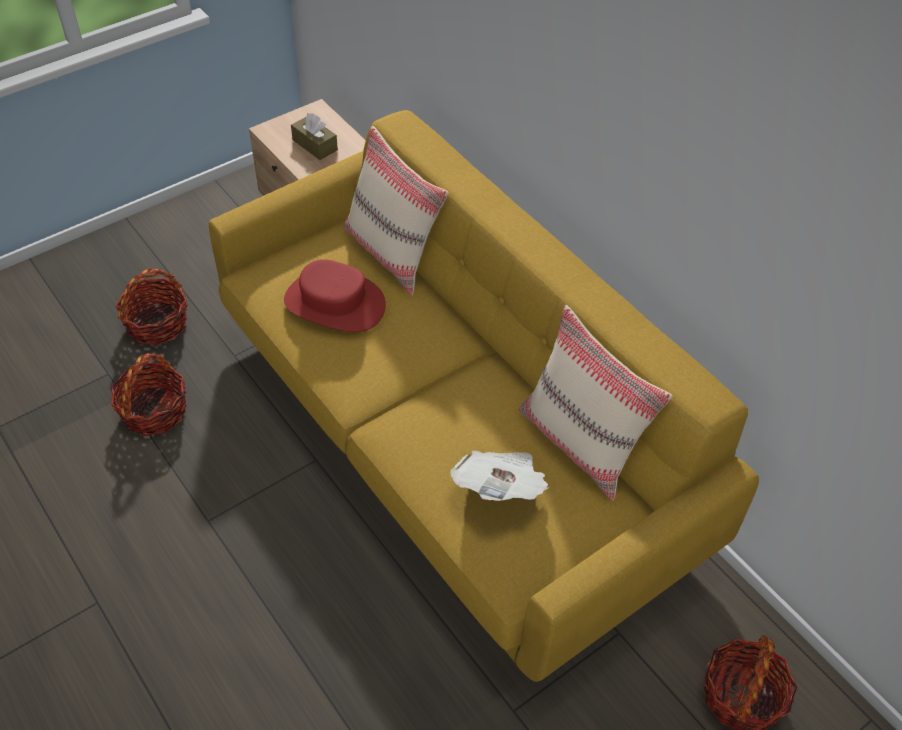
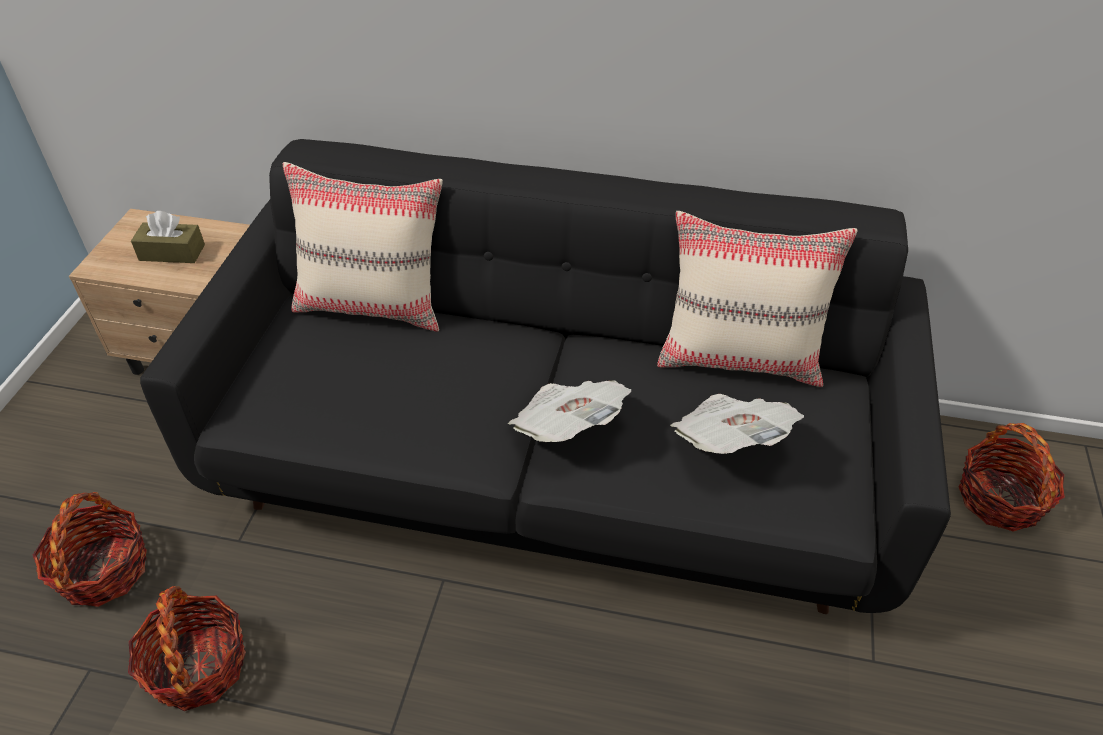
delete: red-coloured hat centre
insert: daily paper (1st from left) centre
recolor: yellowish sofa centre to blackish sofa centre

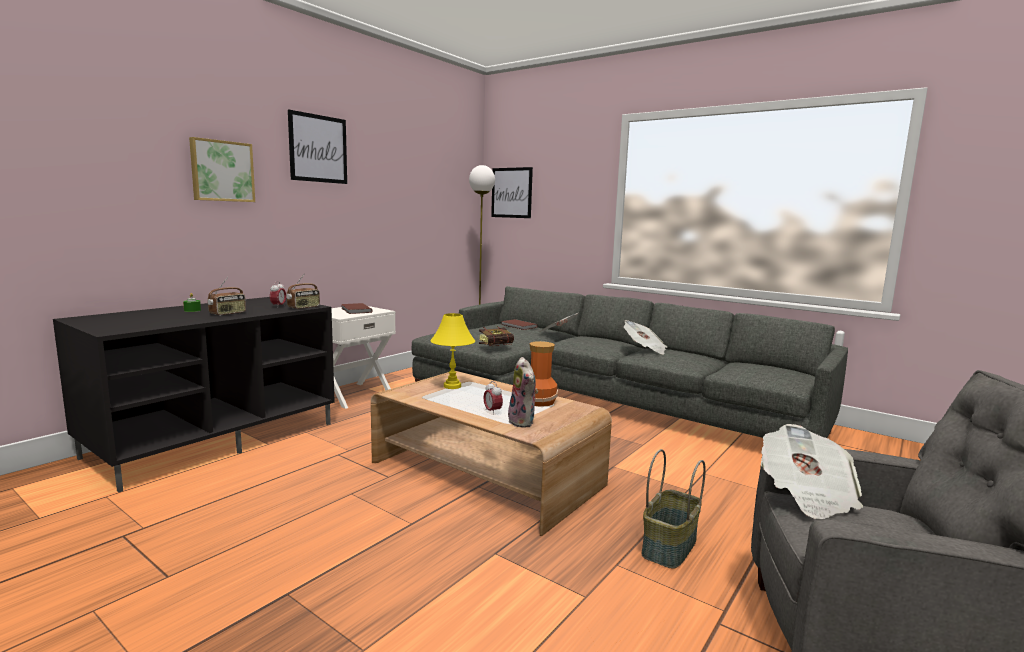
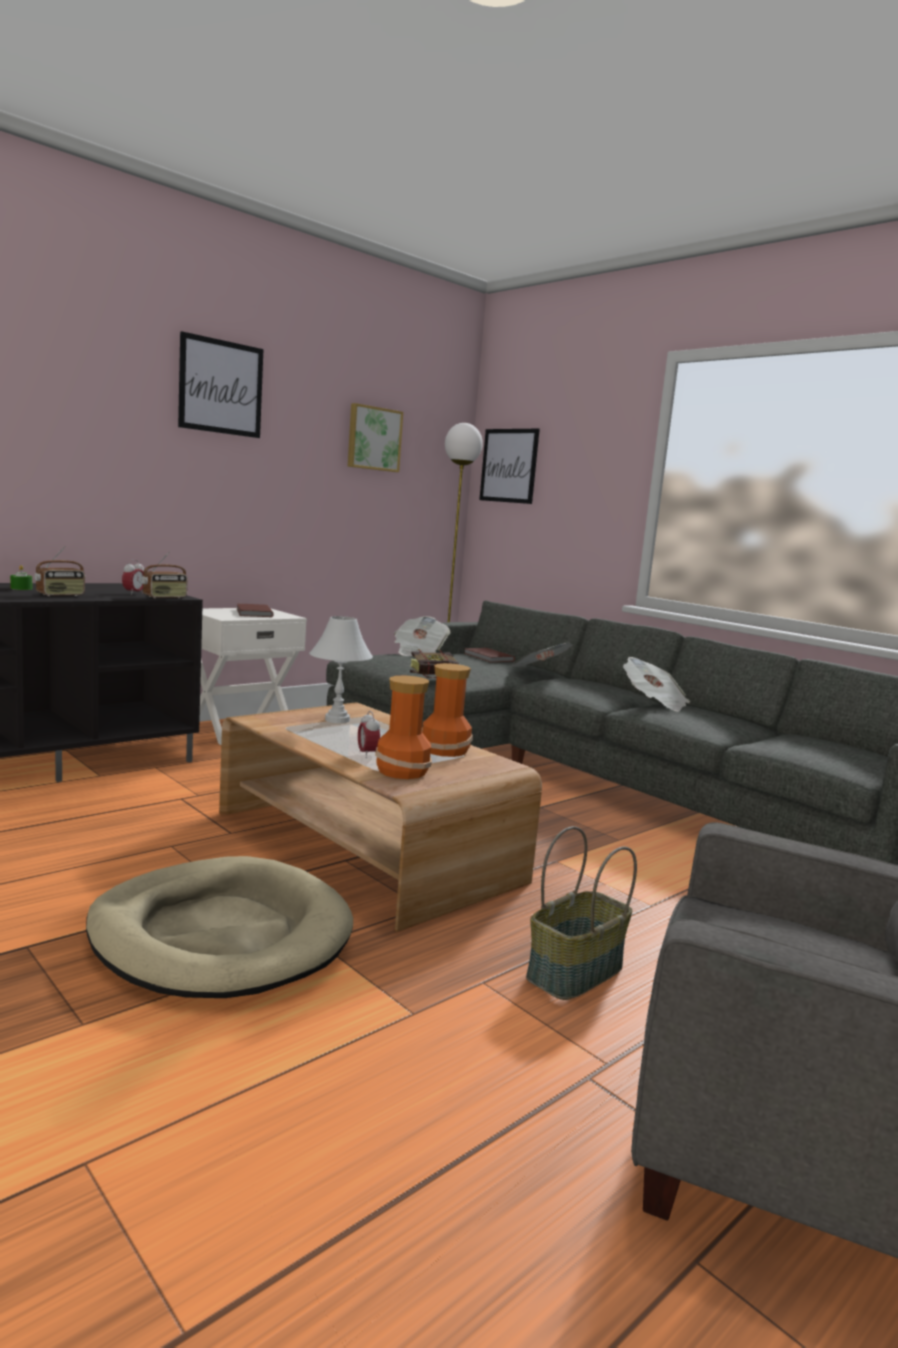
insert: beige dog bed bottom left
move: wall picture (1st from left in the first image) top left to wall picture (2nd from left) top centre; daily paper (3rd from left in the first image) bottom right to daily paper (1st from left) centre
replace: plush toy centre to flower vase (1st from left) centre
recolor: yellowish table lamp centre to white-coloured table lamp centre

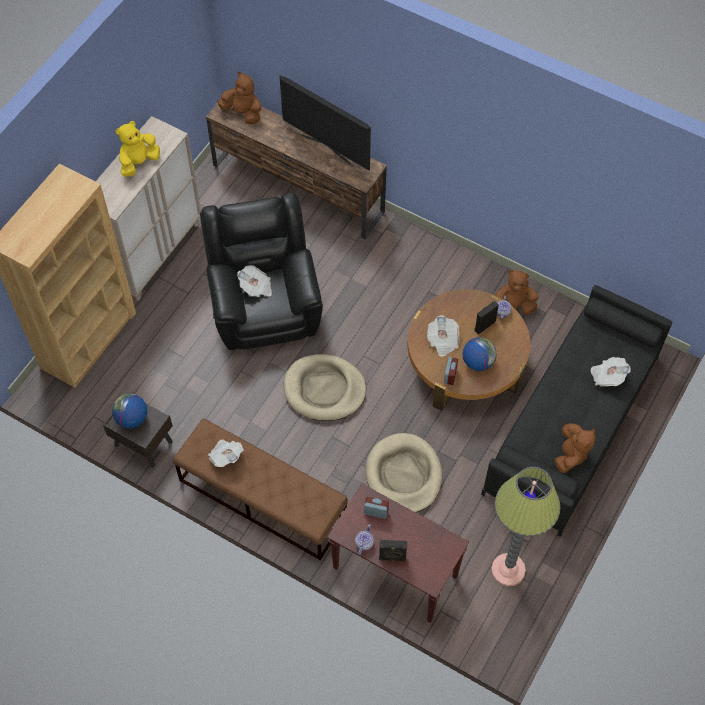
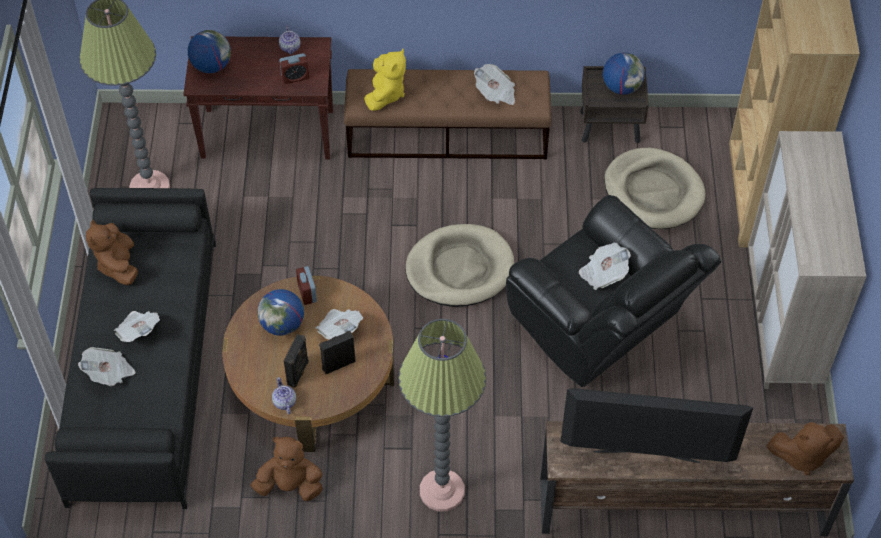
insert: globe (1st from left) top left; daily paper (2nd from left) middle left; standard lamp (2nd from left) bottom centre
move: yellowish plush toy top left to top centre; beige dog bed (2nd from left) bottom centre to middle right; blackish loudspeaker (1st from left in the first image) bottom centre to blackish loudspeaker (2nd from left) centre
rotate: brown-coloured plush toy (2nd from left) middle right = bottom left 150 degrees counterclockwise

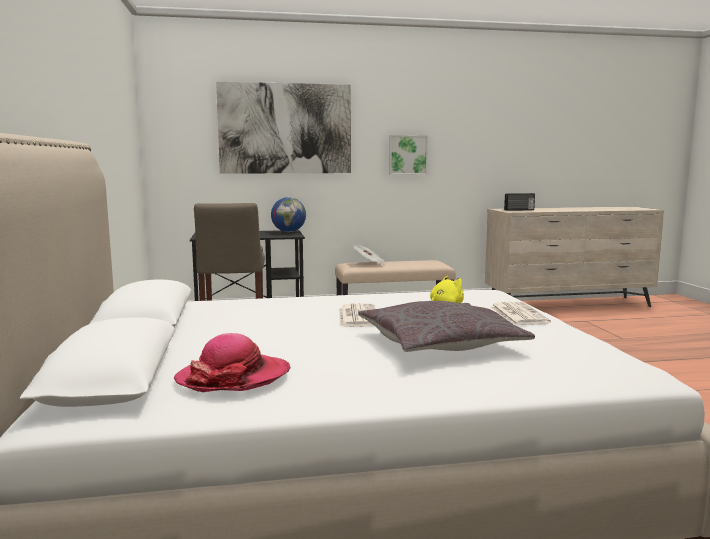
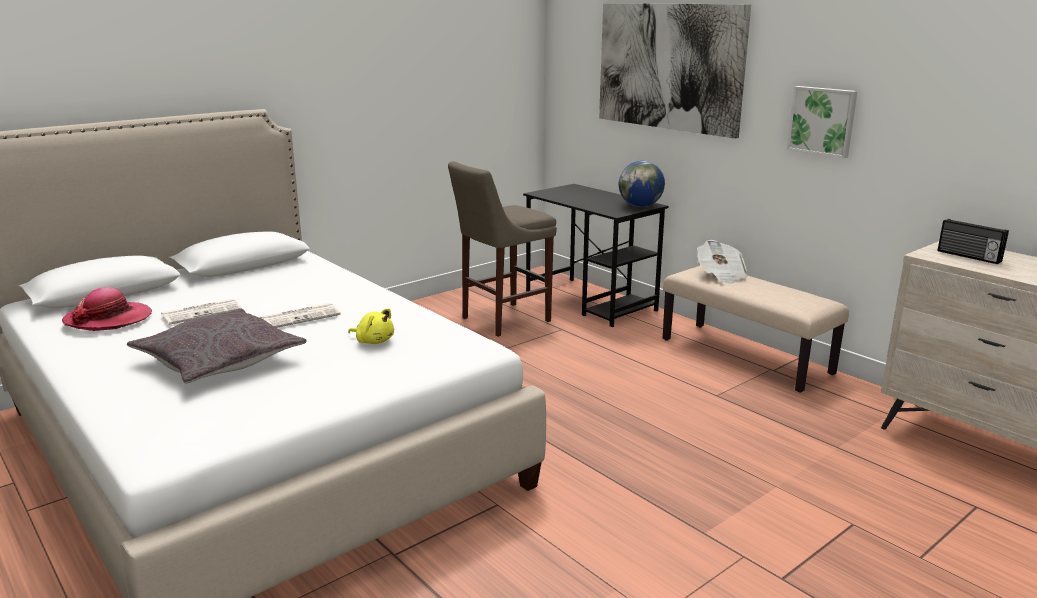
move: daily paper (3rd from left in the first image) middle right to daily paper (1st from left) middle left

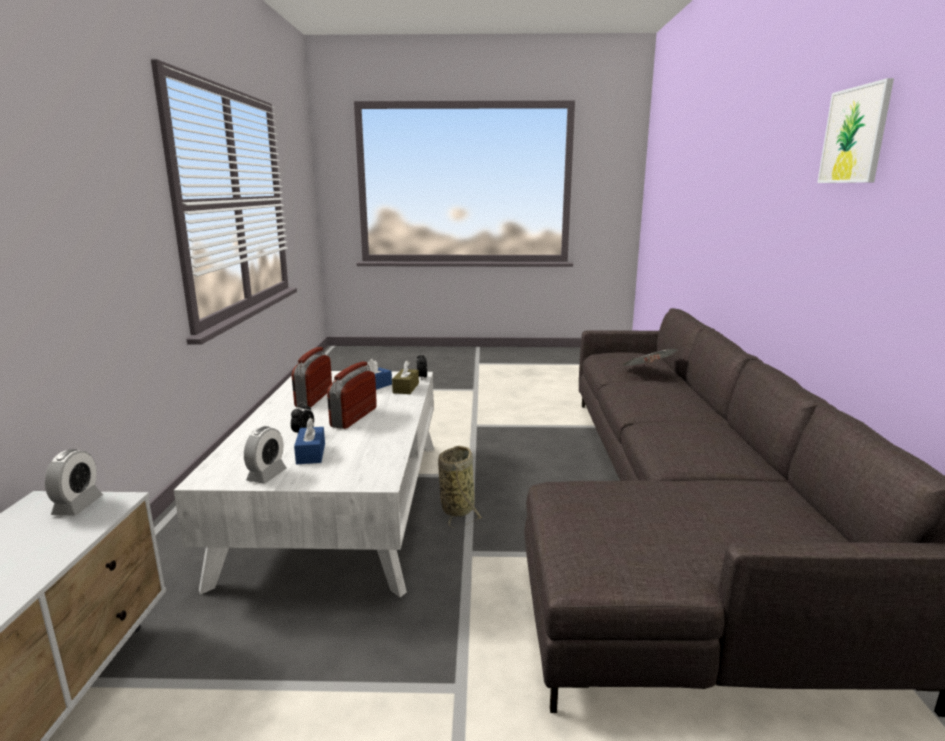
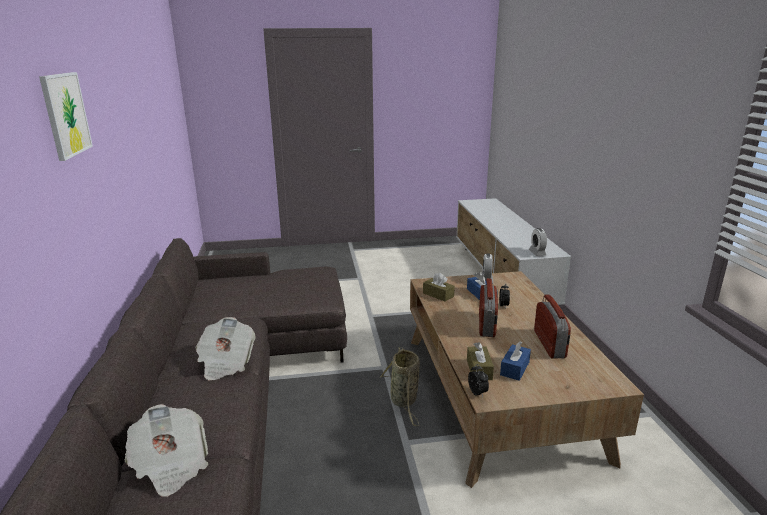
insert: brown-coloured tissue holder (1st from left) centre; daily paper (2nd from left) bottom left
recolor: white-coloured low table middle left to brown-coloured low table bottom right

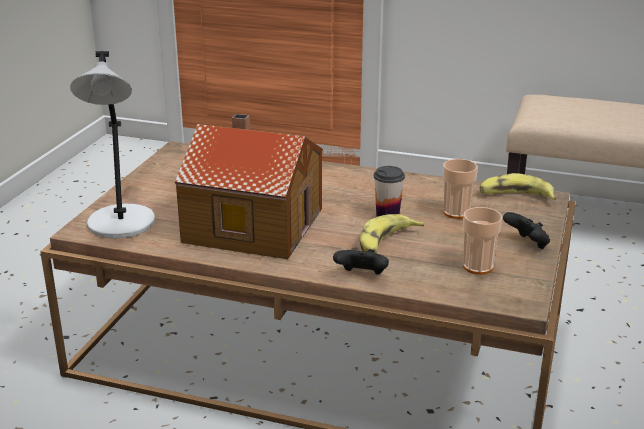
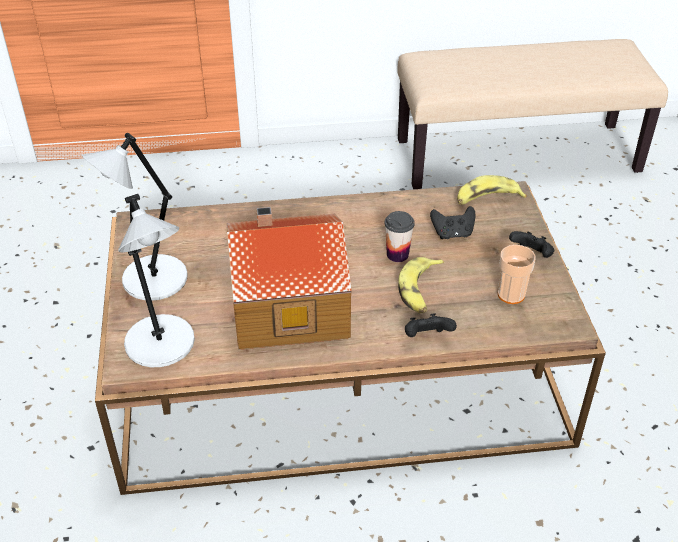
insert: greyish table lamp (1st from left) middle left
replace: drinking cup (2nd from left) middle right to blackish joypad (2nd from left) middle right

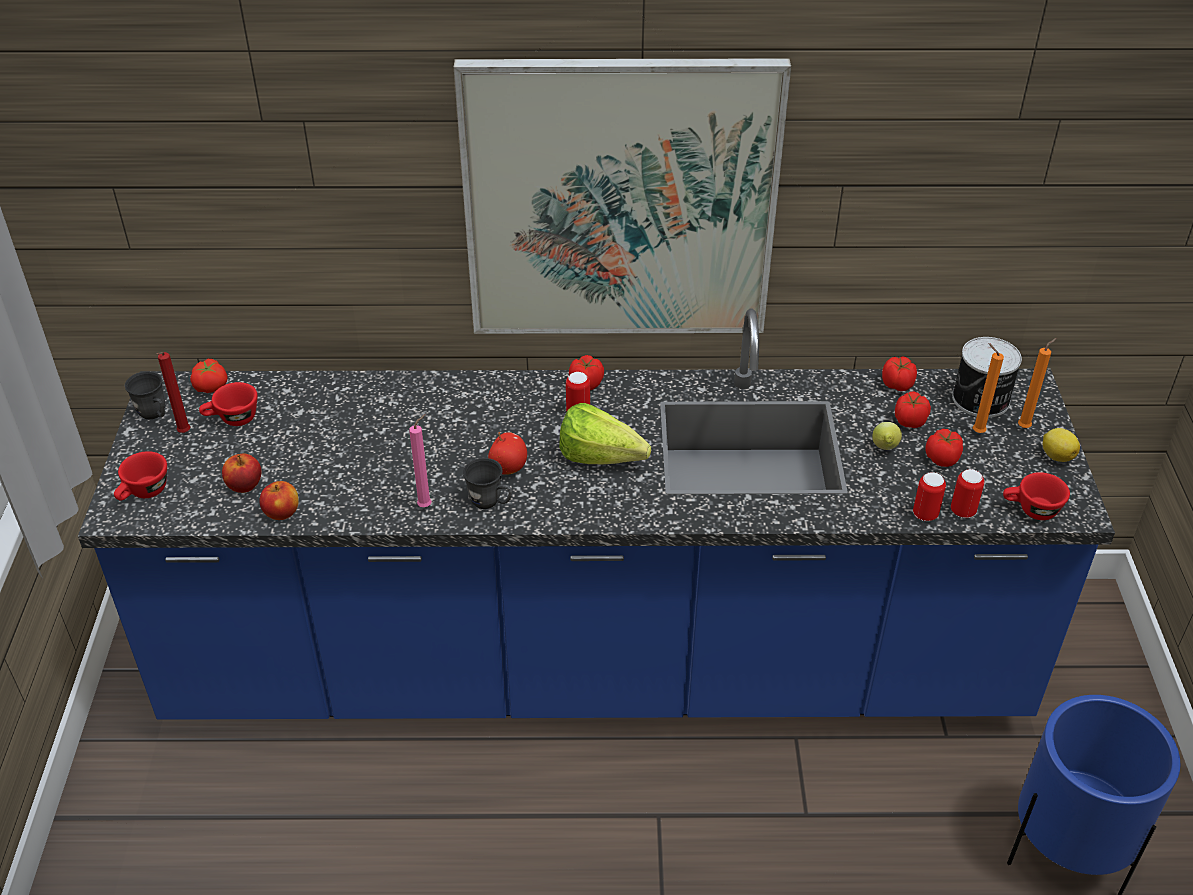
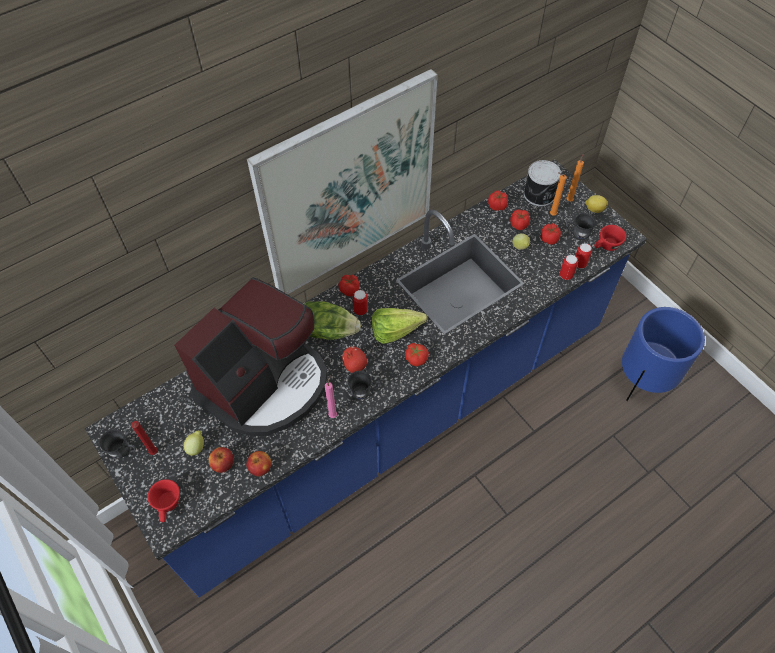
delete: red-coloured drinking cup (2nd from left) middle left
insert: greyish tea mug (3rd from left) middle right; coffee machine middle left; head of lettuce (1st from left) centre; whole lemon (1st from left) bottom left
move: whole tomato (1st from left in the first image) middle left to whole tomato (2nd from left) centre

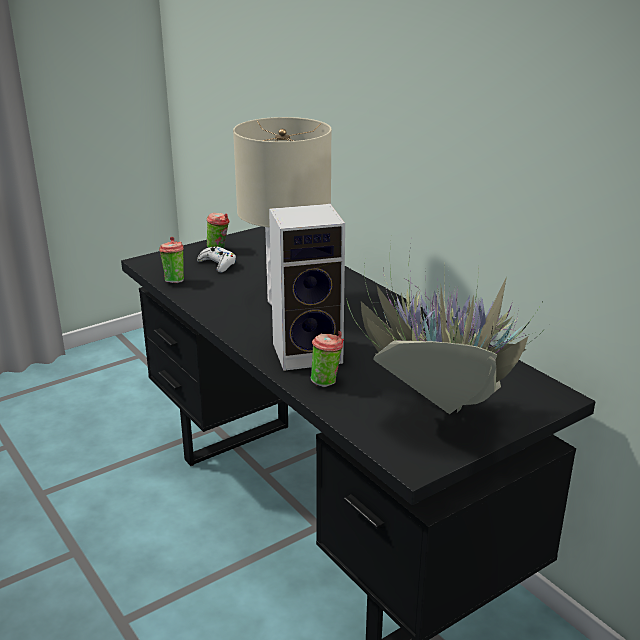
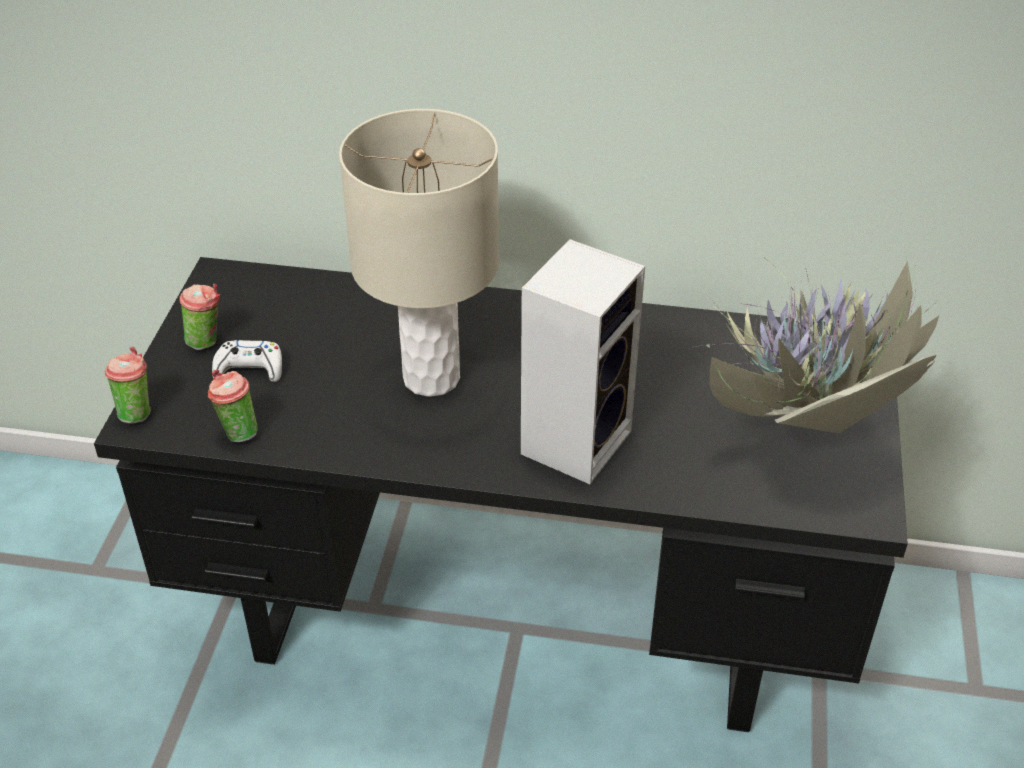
move: drinking cup (3rd from left in the first image) centre to drinking cup (1st from left) middle left

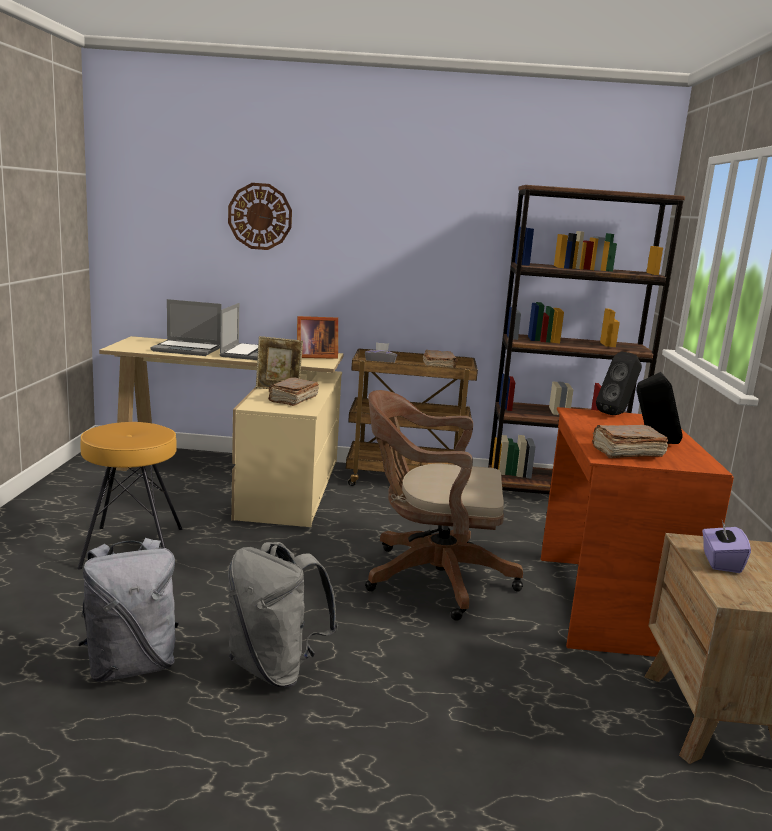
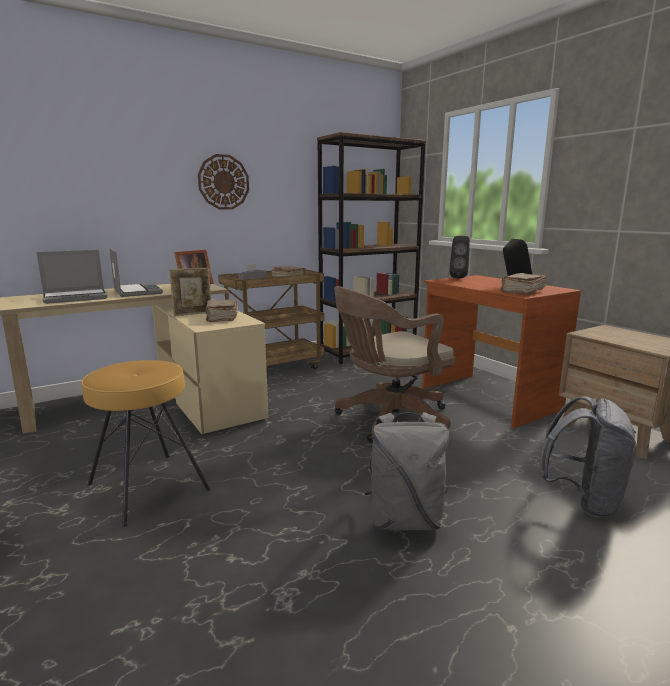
delete: purplish tissue holder middle right
move: wall clock top centre to top left; greyish backpack (1st from left in the first image) bottom left to greyish backpack (2nd from left) middle right

